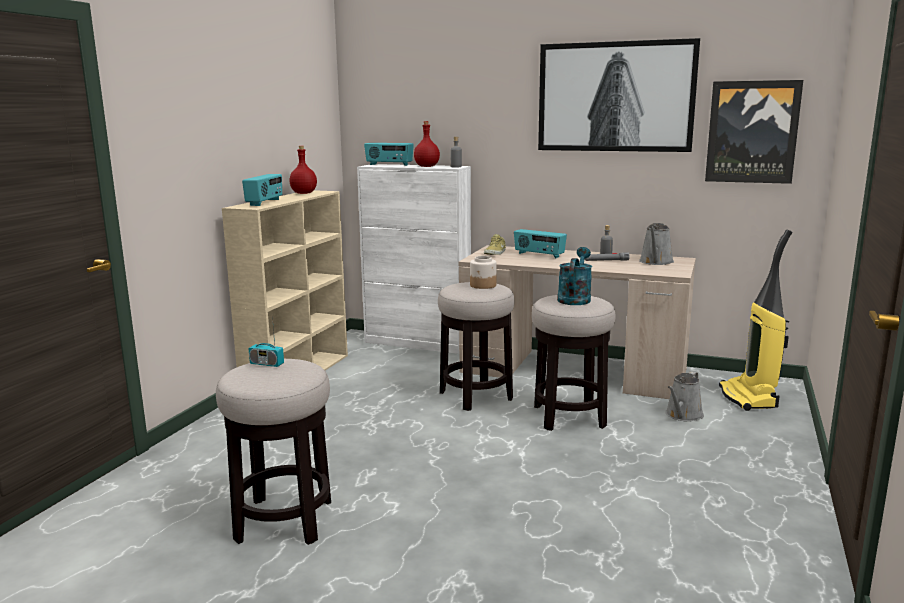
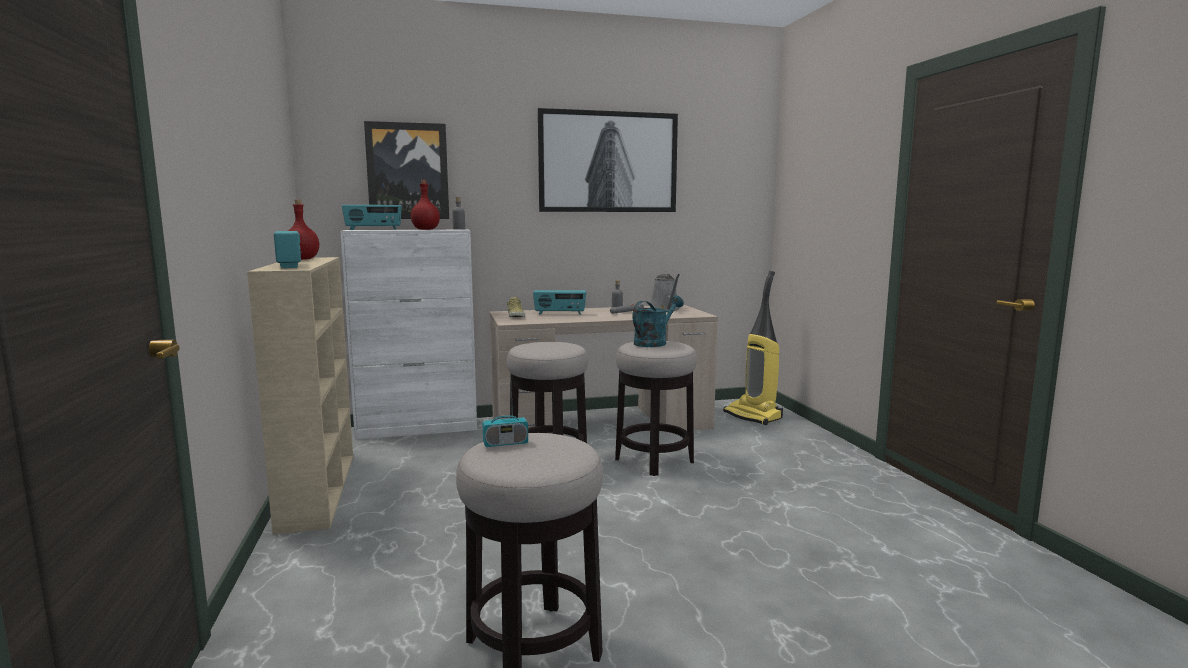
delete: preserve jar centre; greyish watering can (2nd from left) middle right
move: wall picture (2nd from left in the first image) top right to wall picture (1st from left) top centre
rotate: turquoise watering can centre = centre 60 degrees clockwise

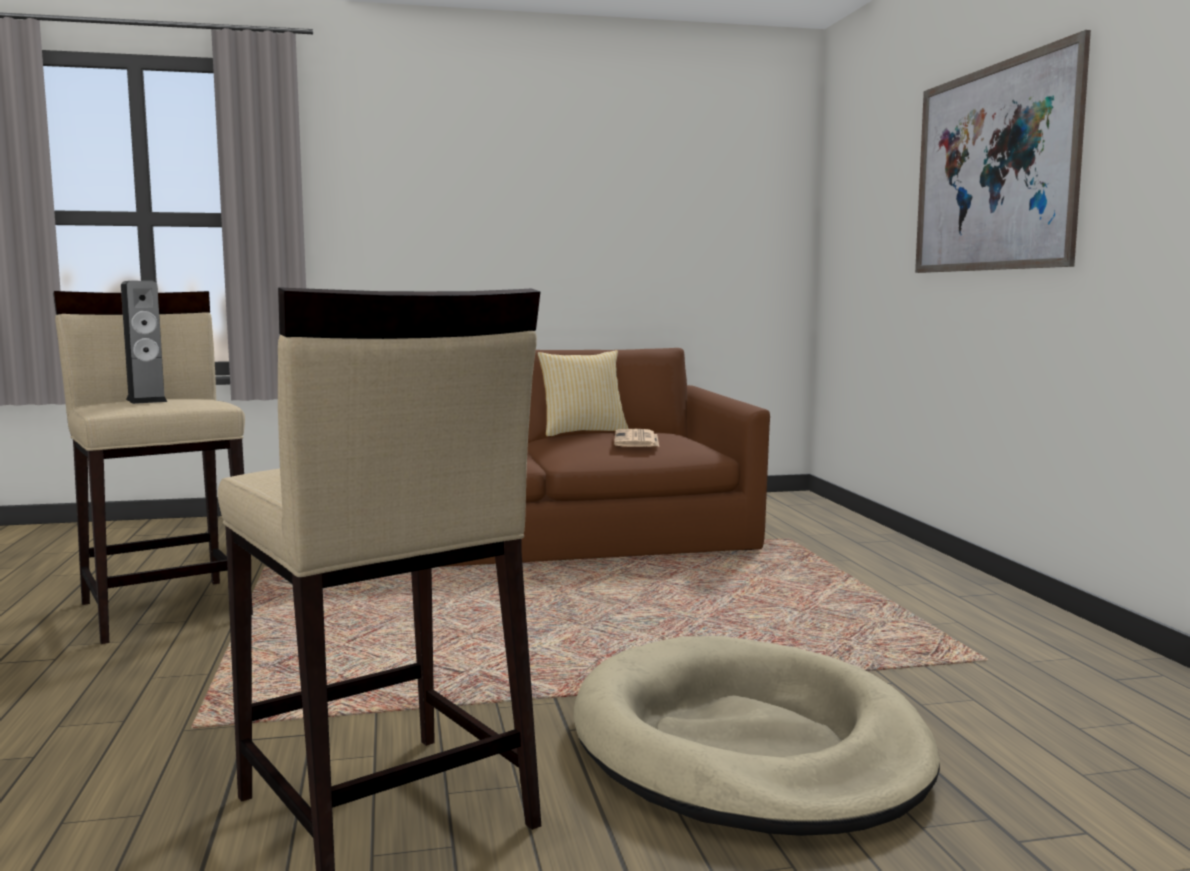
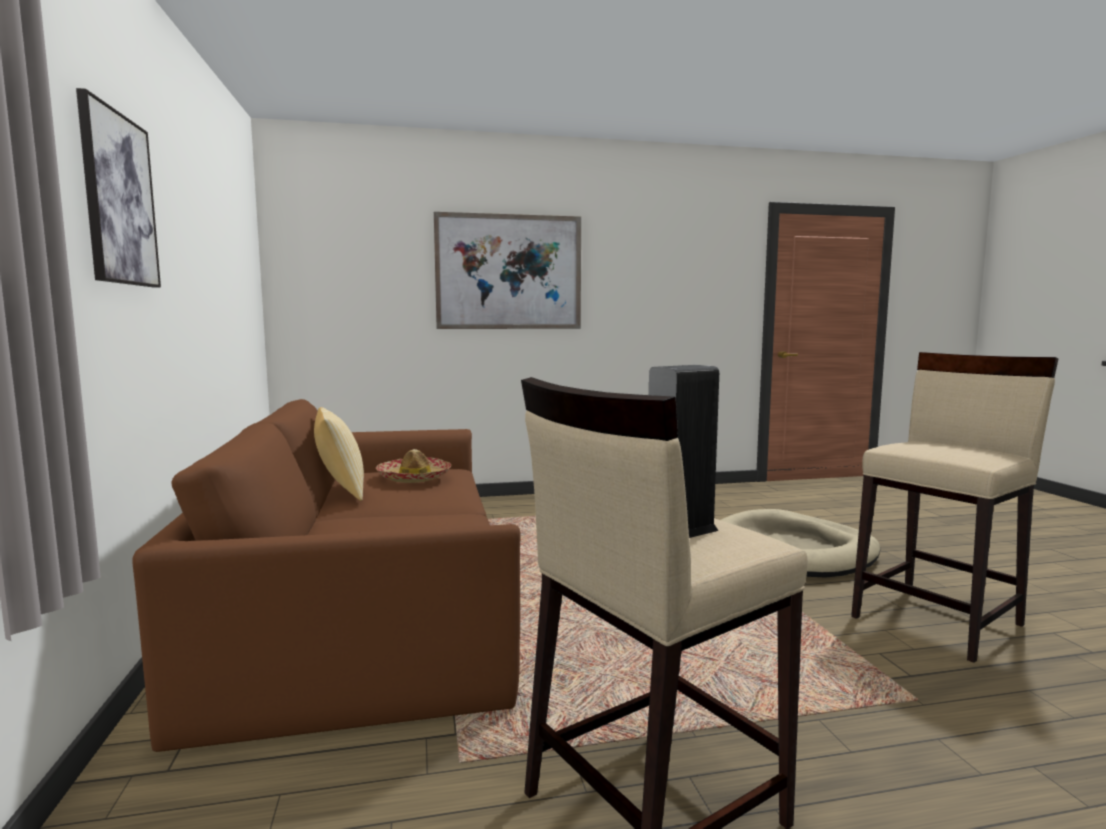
insert: wall picture (1st from left) top left
replace: daily paper centre to hat centre

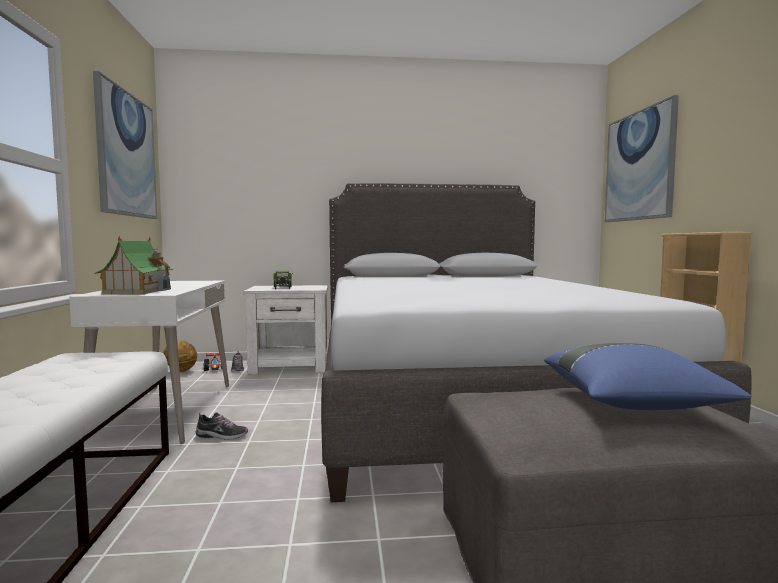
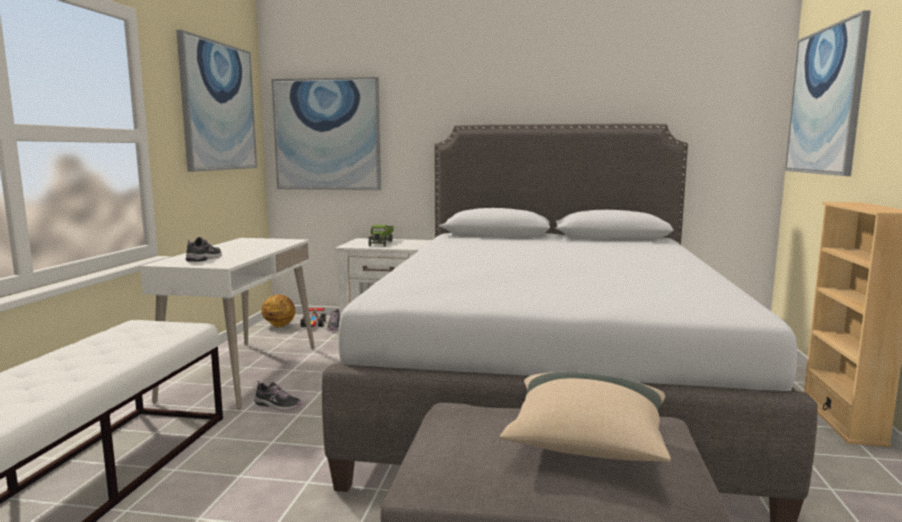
insert: wall picture (2nd from left) top centre
replace: miniature house middle left to low shoe (1st from left) middle left
recolor: blue-coloured pillow middle right to beige pillow bottom centre

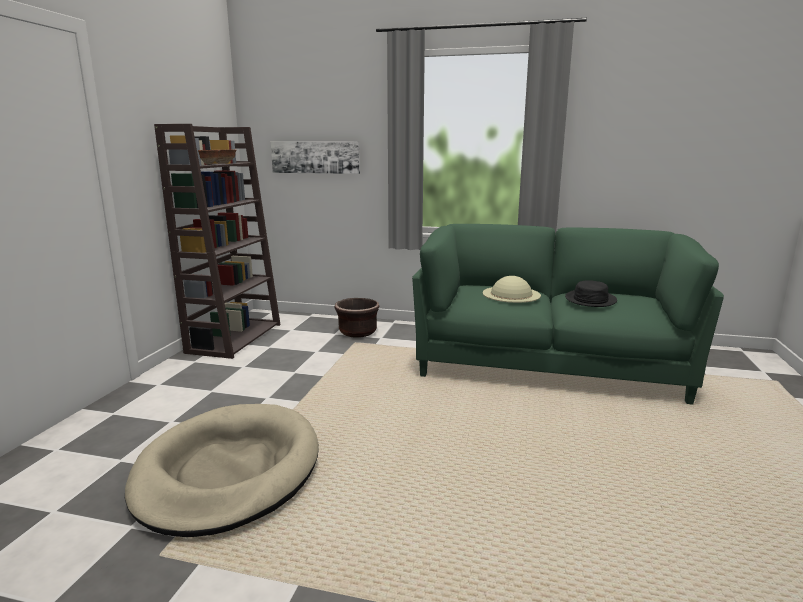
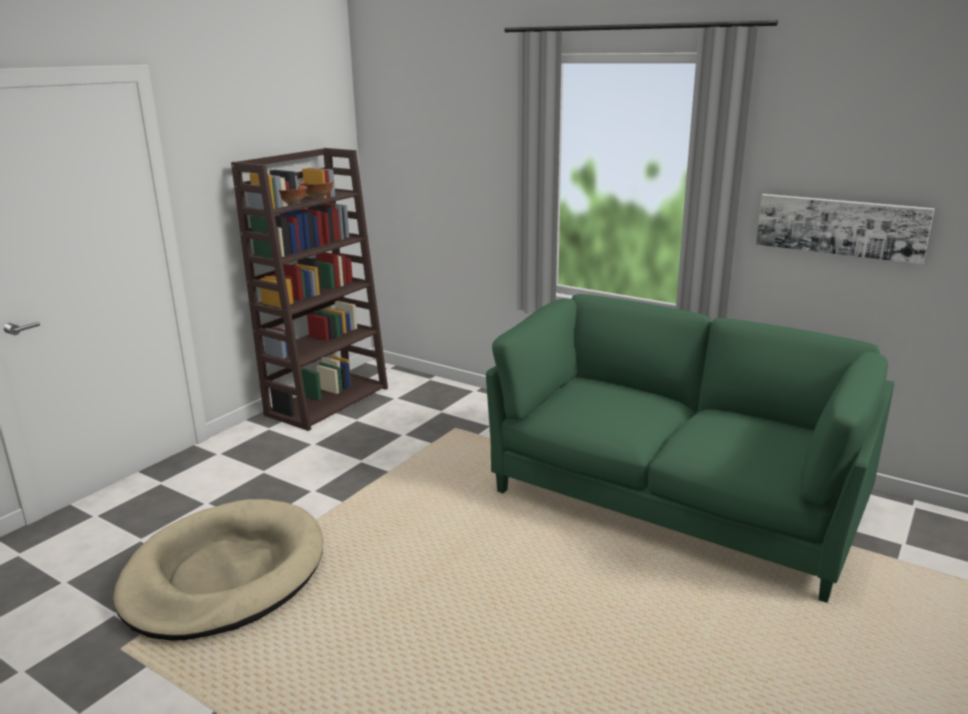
delete: beige hat centre; blackish hat middle right; brown-coloured planter centre
move: wall picture top centre to top right

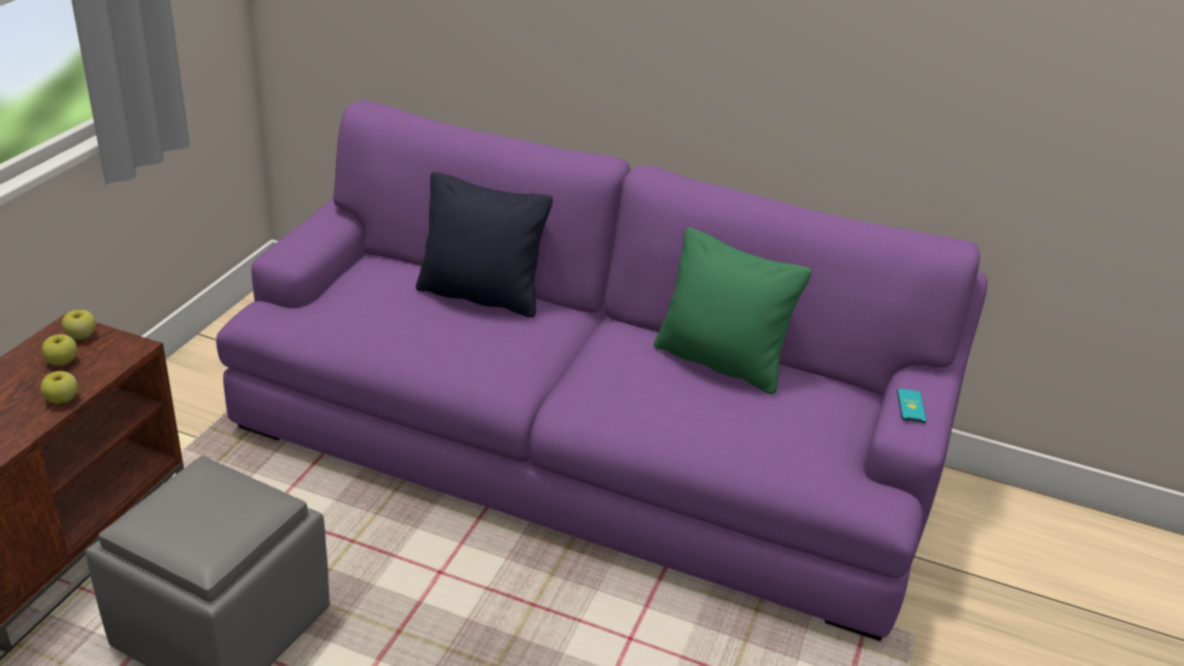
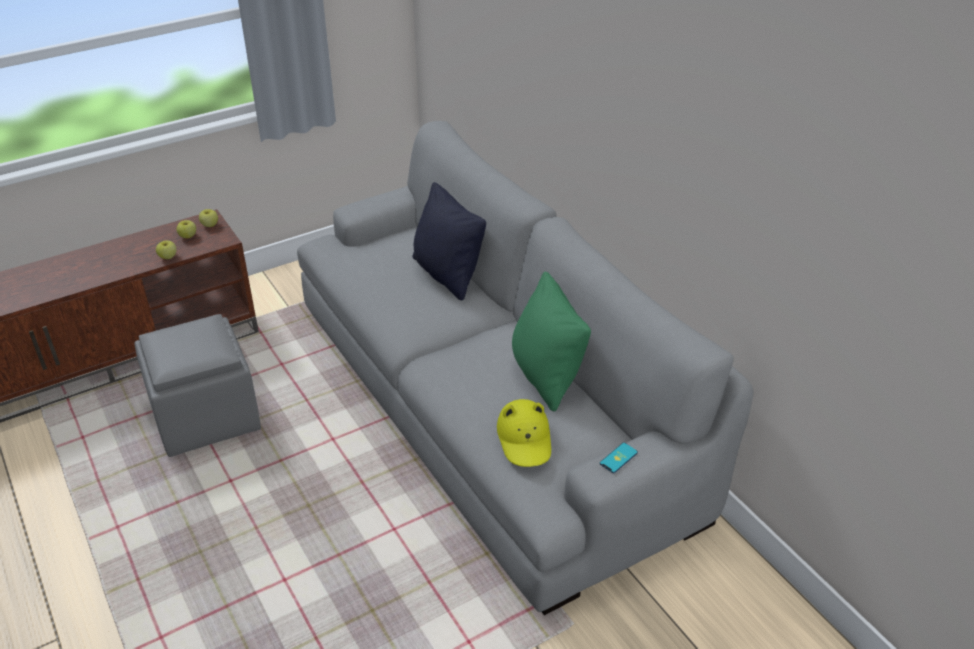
insert: yellowish hat bottom centre
recolor: purplish sofa centre to greyish sofa centre

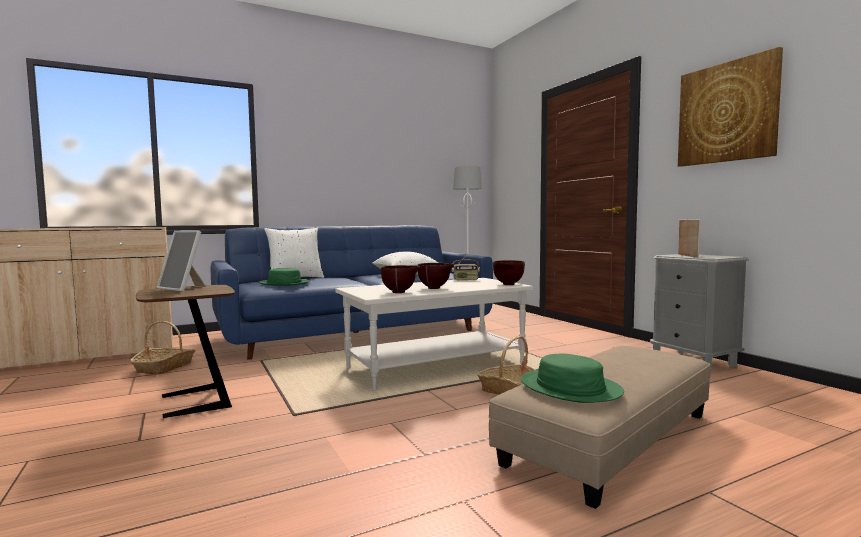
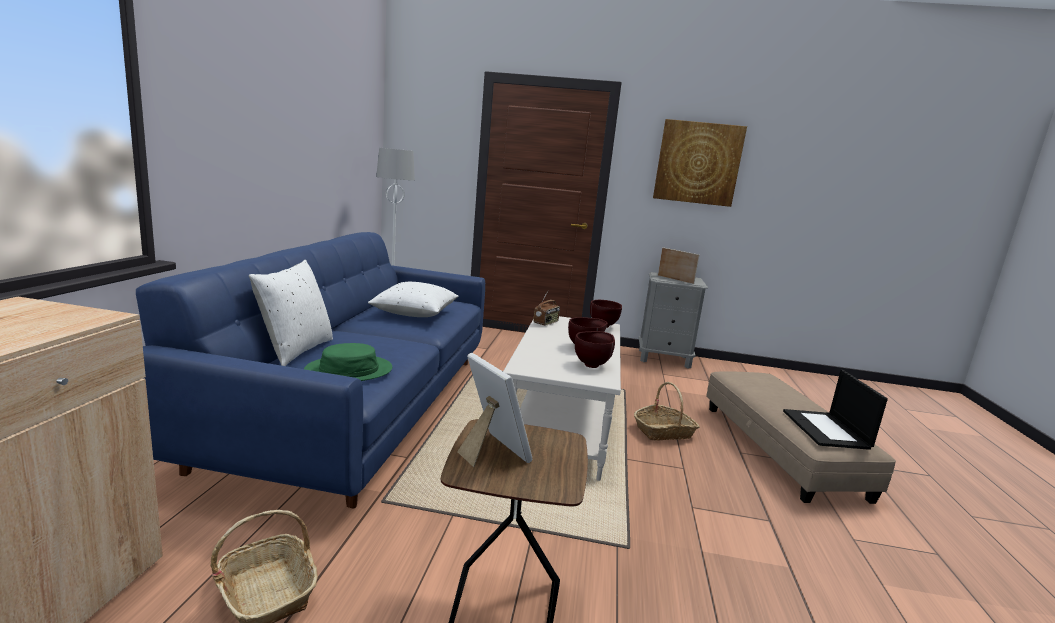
replace: green hat (2nd from left) bottom centre to portable computer middle right
rotate: standing frame (1st from left) middle left = centre 105 degrees counterclockwise

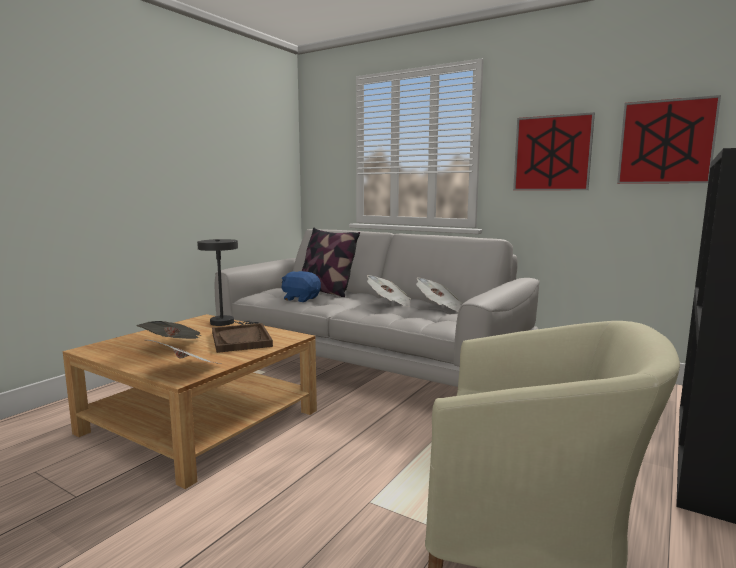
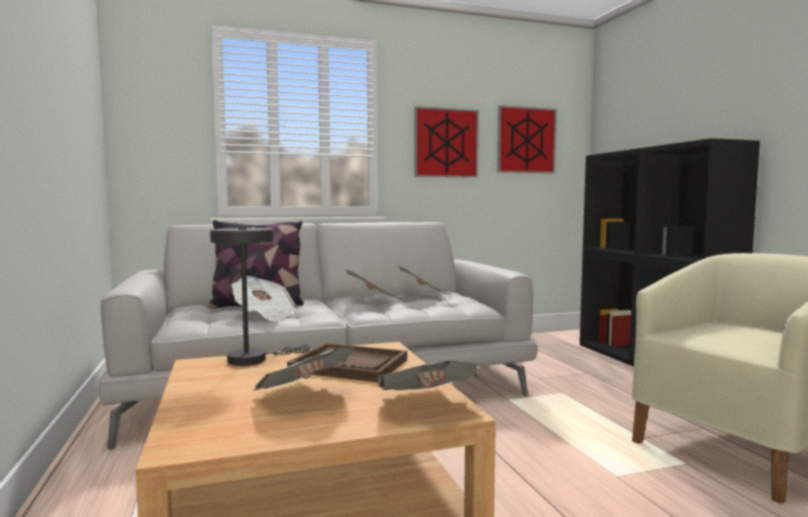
replace: blue-coloured plush toy centre to daily paper (1st from left) middle left

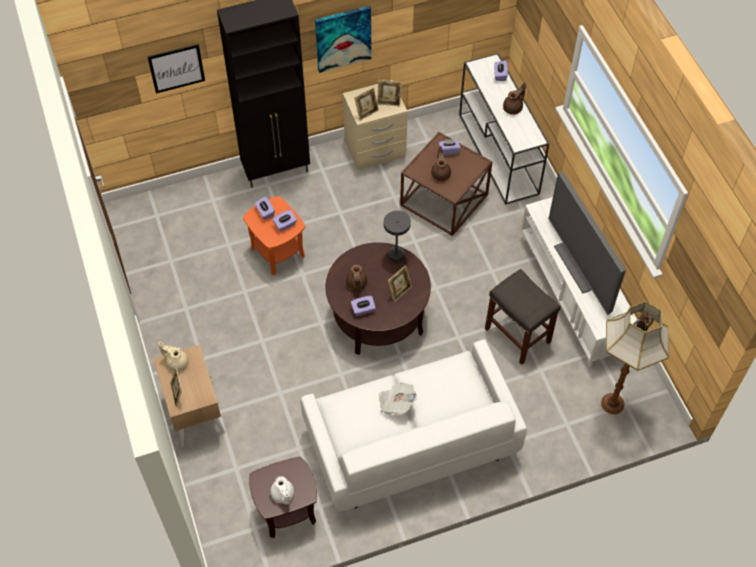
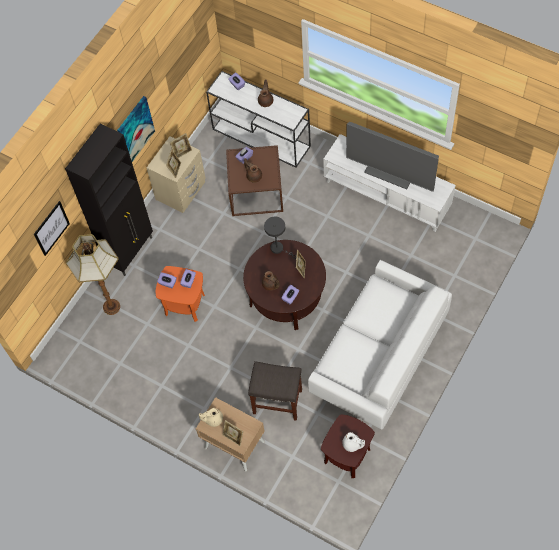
delete: daily paper bottom centre
move: greyish stool seat middle right to bottom centre; standard lamp middle right to middle left

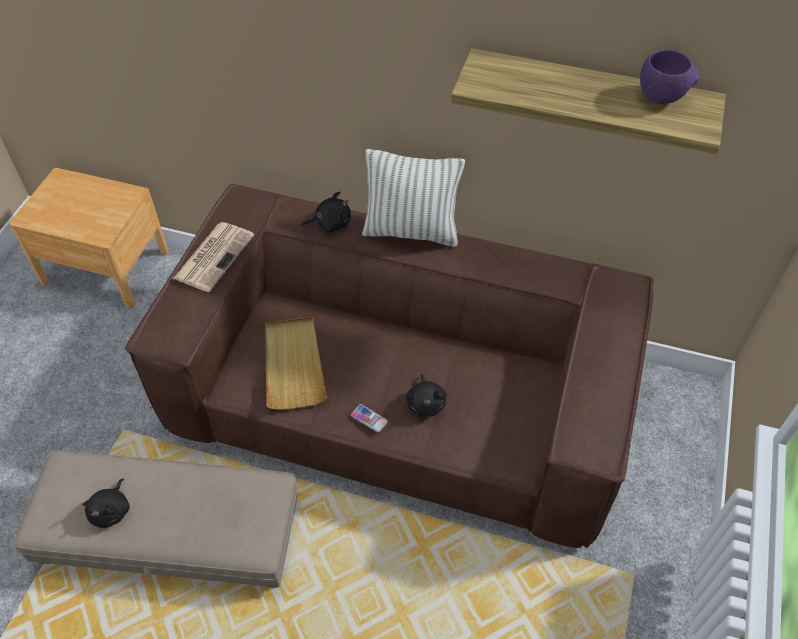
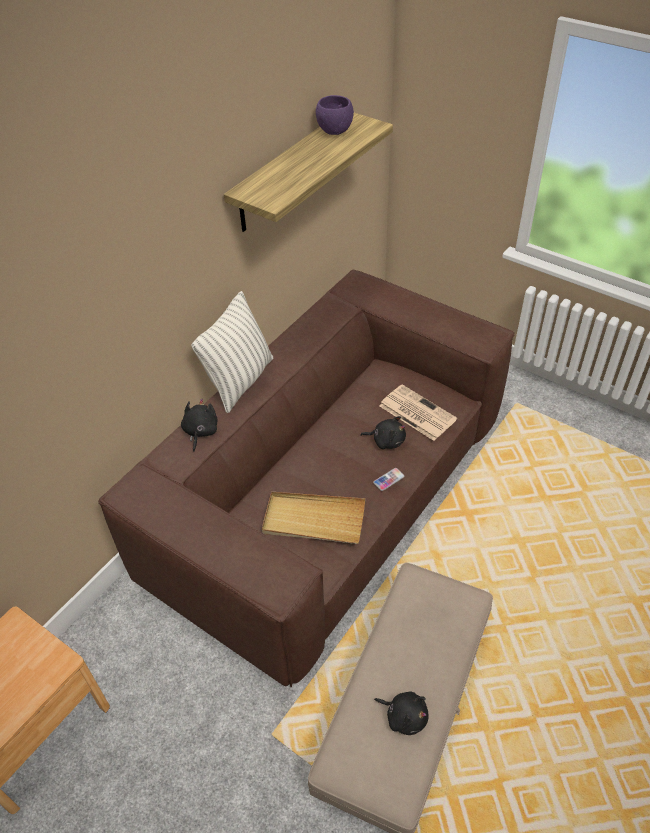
move: daily paper middle left to centre

